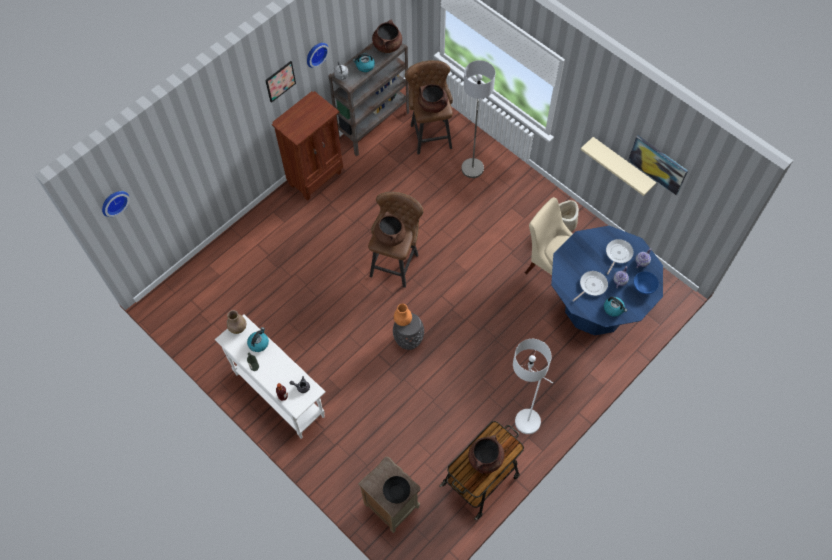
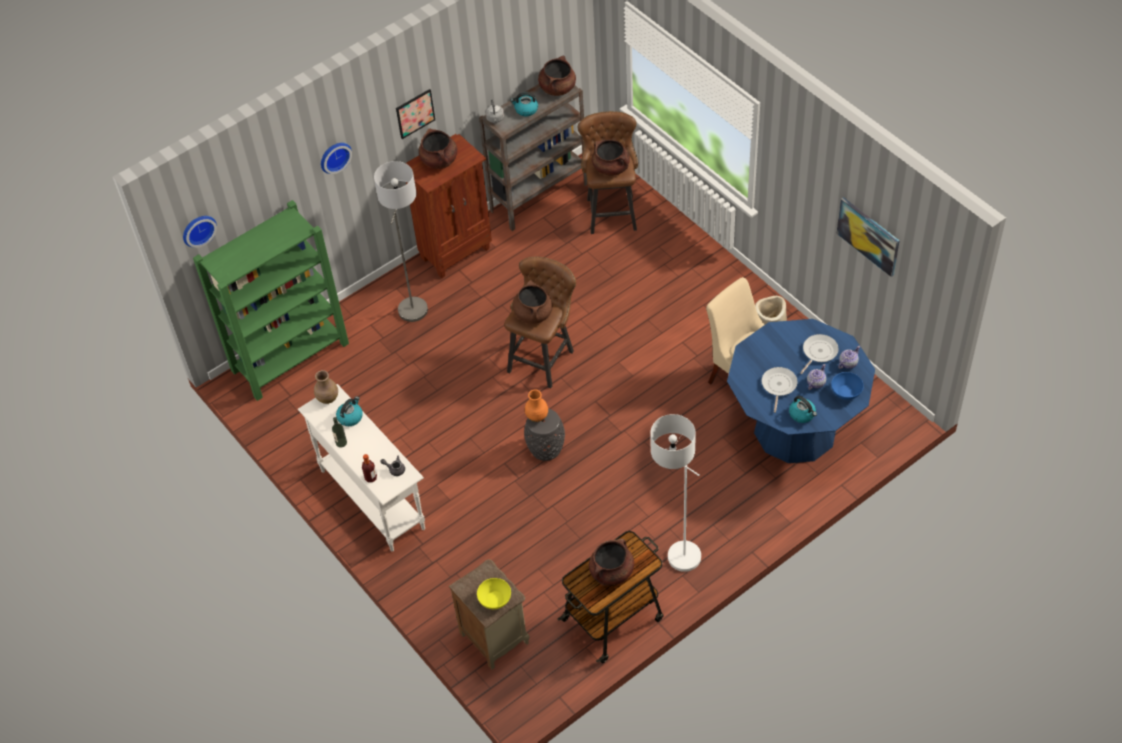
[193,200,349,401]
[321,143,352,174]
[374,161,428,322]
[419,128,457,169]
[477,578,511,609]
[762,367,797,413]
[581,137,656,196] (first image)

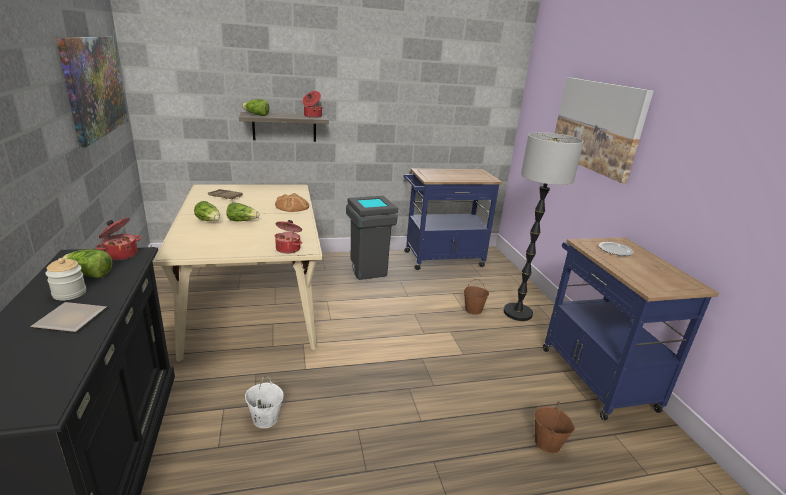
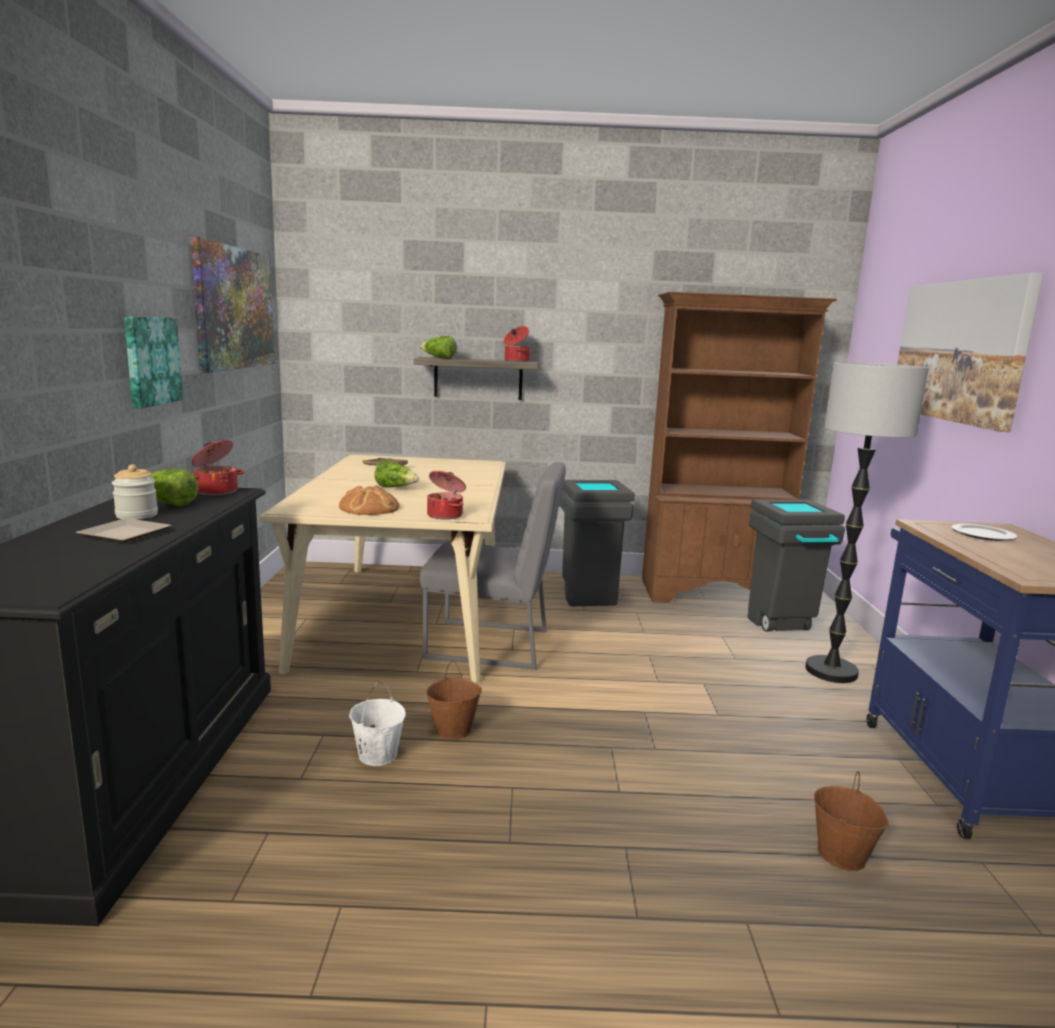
[124,316,183,408]
[339,485,400,515]
[420,462,566,670]
[426,661,482,739]
[642,292,837,603]
[748,499,845,631]
[194,201,220,221] (first image)

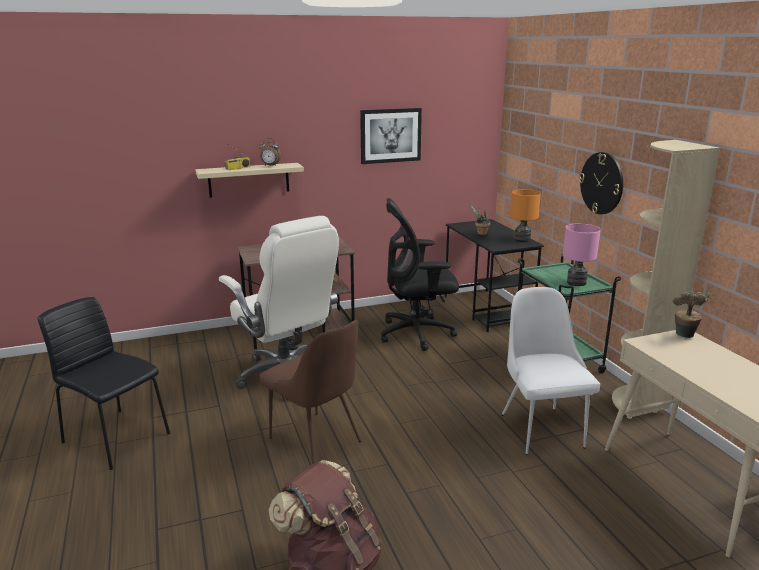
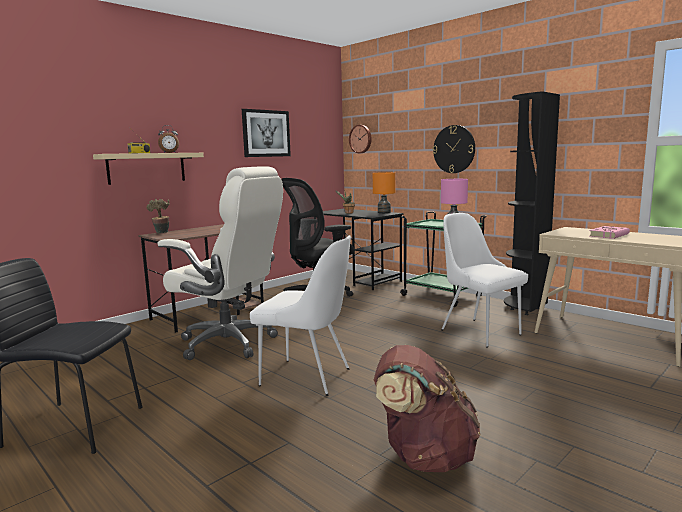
[147,199,169,233]
[250,235,351,396]
[349,125,372,153]
[504,91,560,315]
[589,226,630,239]

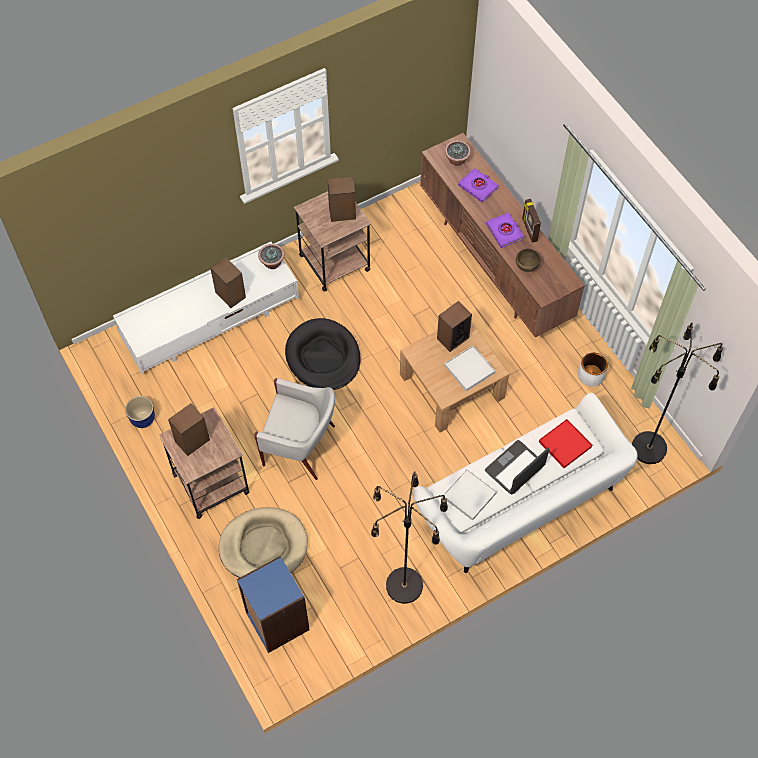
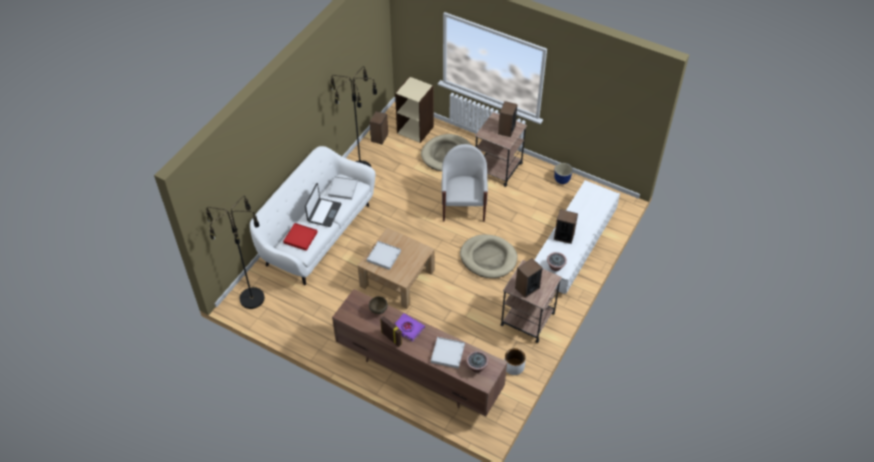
[370,111,388,144]
[395,76,434,143]
[431,337,465,369]
[441,144,488,222]
[460,234,518,278]
[504,348,526,375]

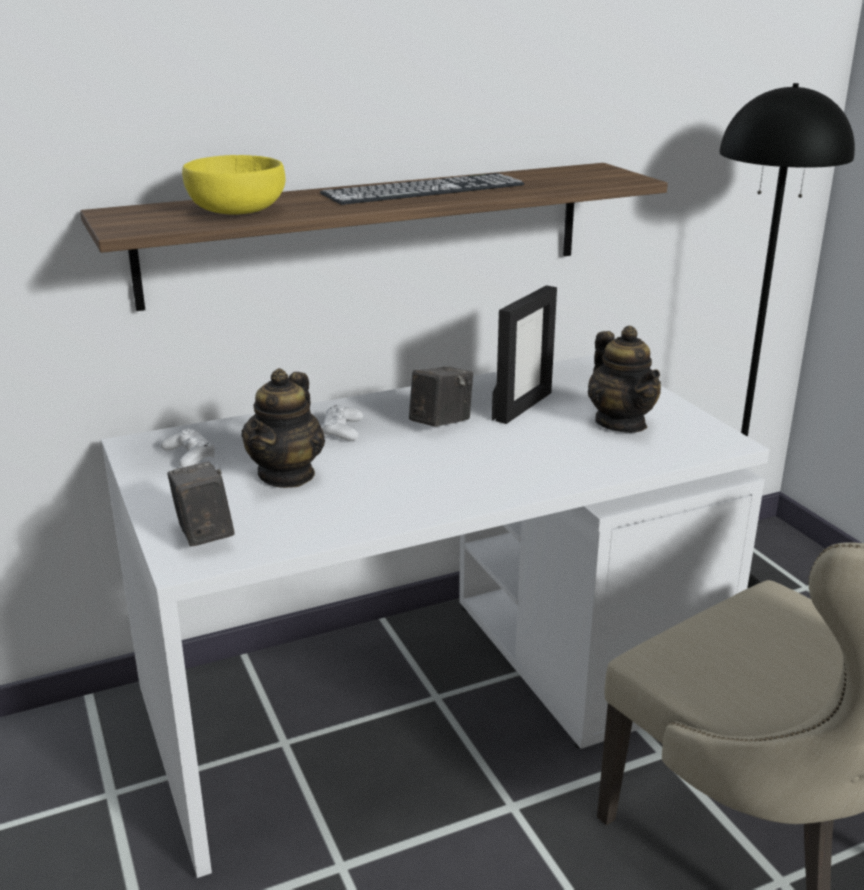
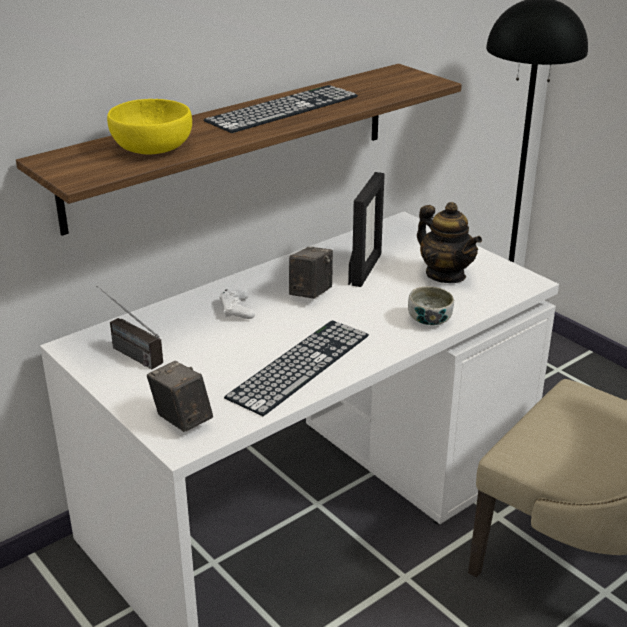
[96,286,163,369]
[224,320,369,416]
[408,286,454,325]
[241,368,325,488] (first image)

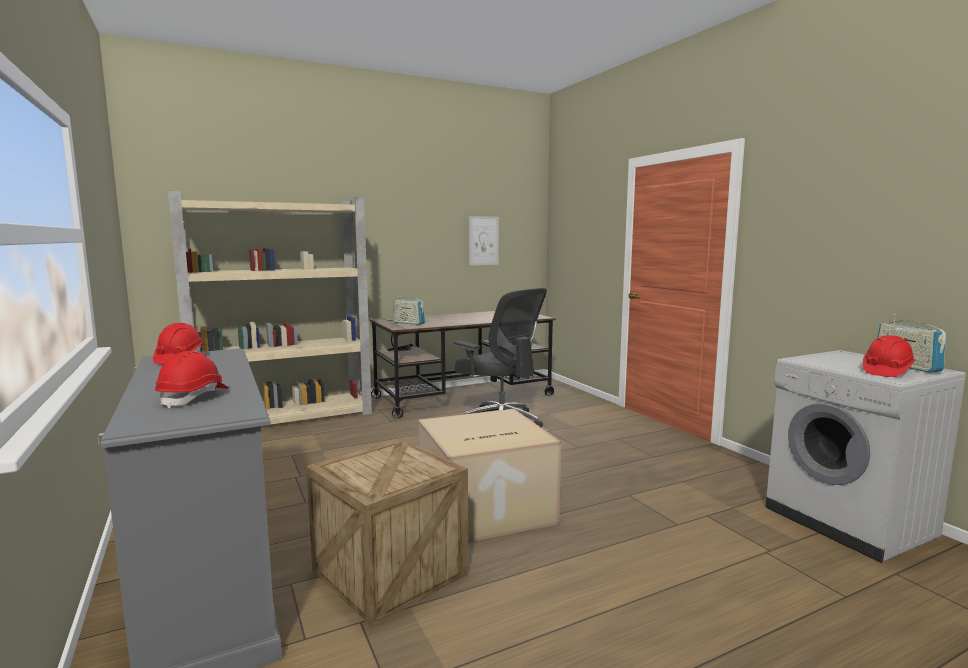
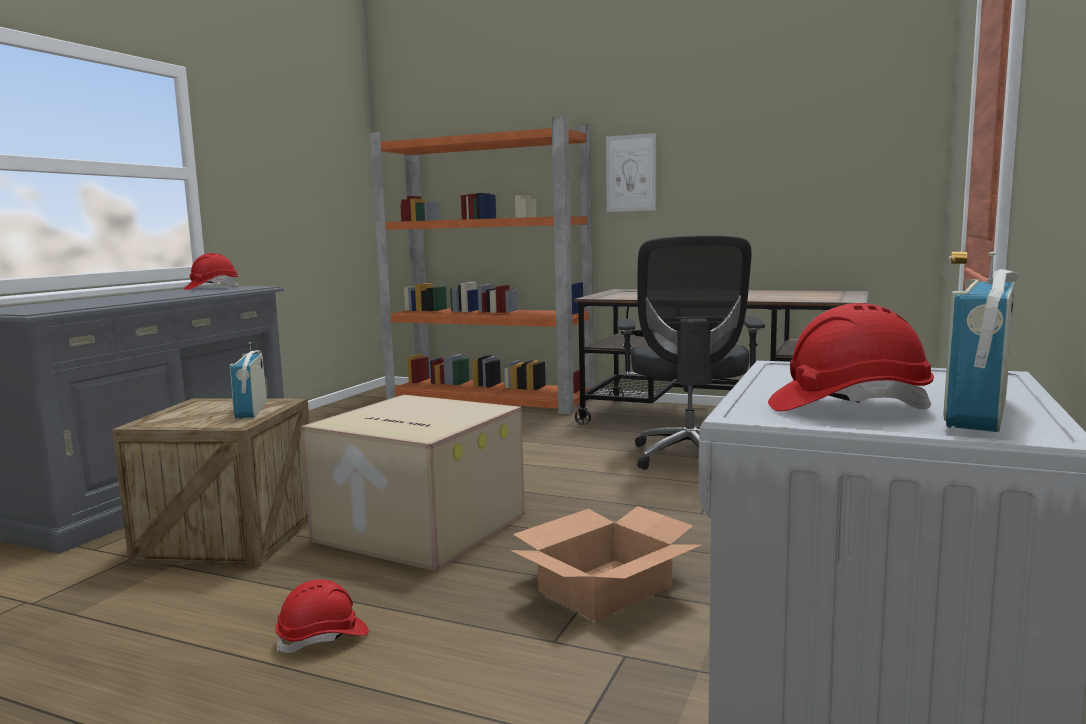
[230,342,267,419]
[275,580,369,653]
[370,116,594,415]
[510,506,702,621]
[606,133,656,212]

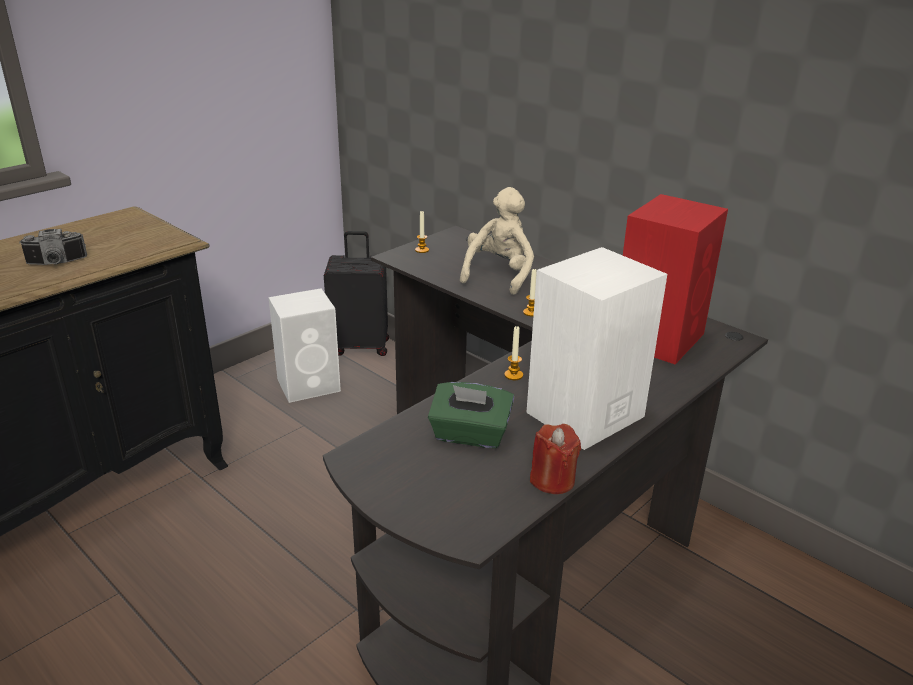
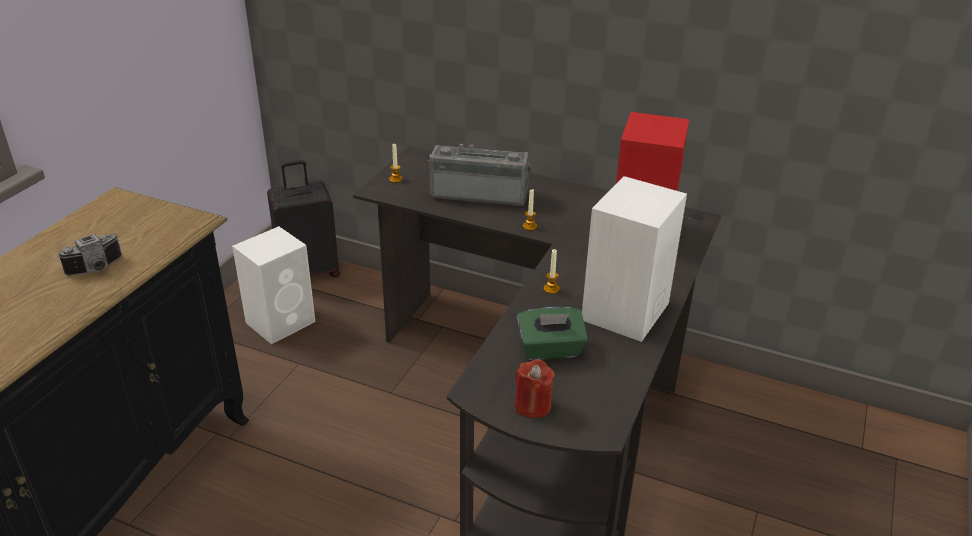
[429,144,531,206]
[514,359,555,418]

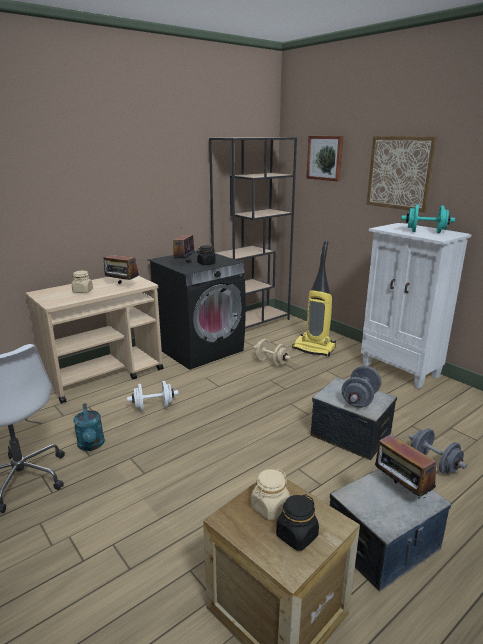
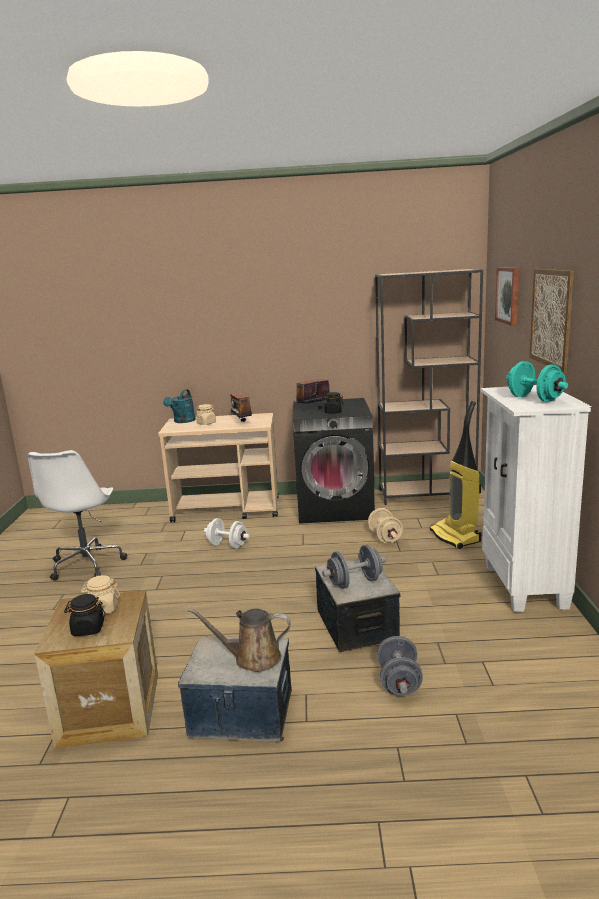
[163,389,196,423]
[188,608,291,672]

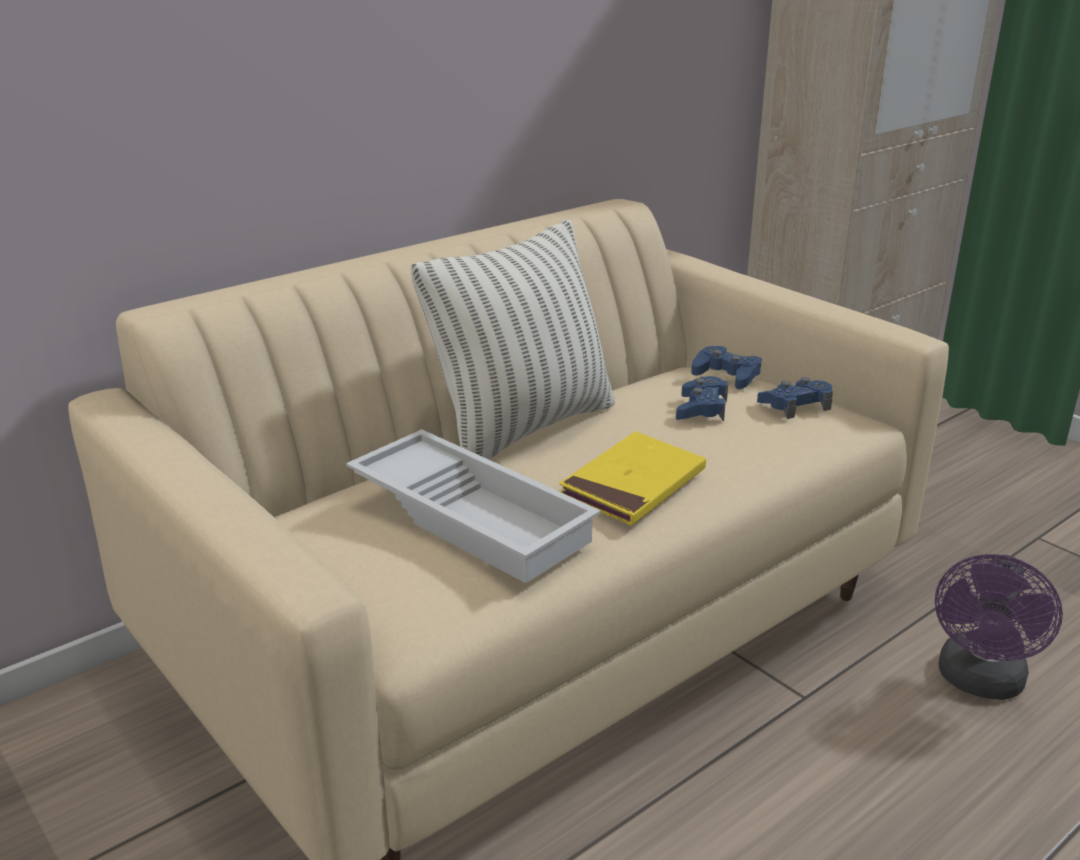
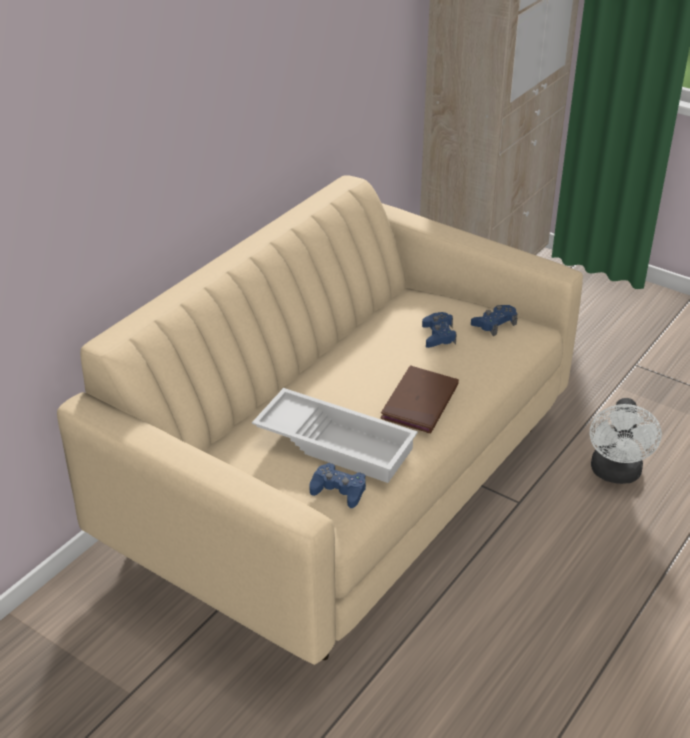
[310,463,366,508]
[380,366,459,433]
[589,398,662,484]
[411,220,615,460] (first image)

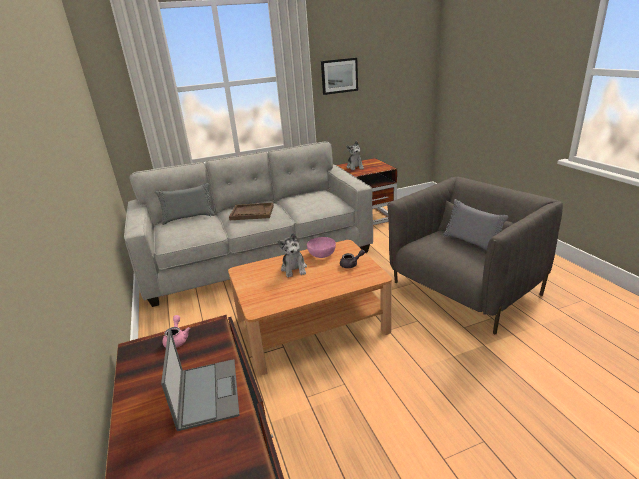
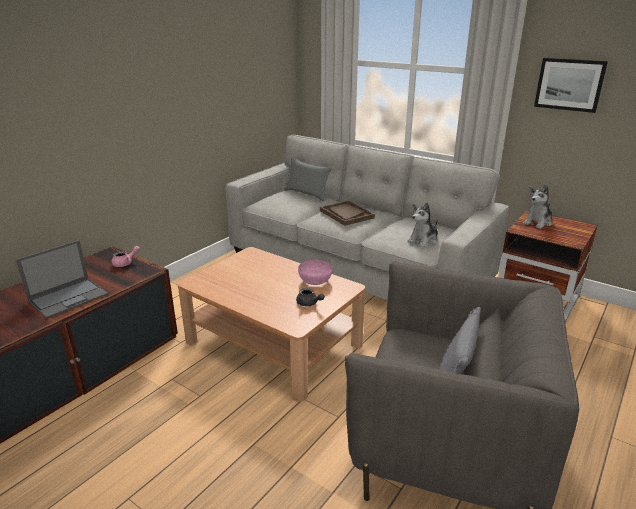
[407,202,438,248]

